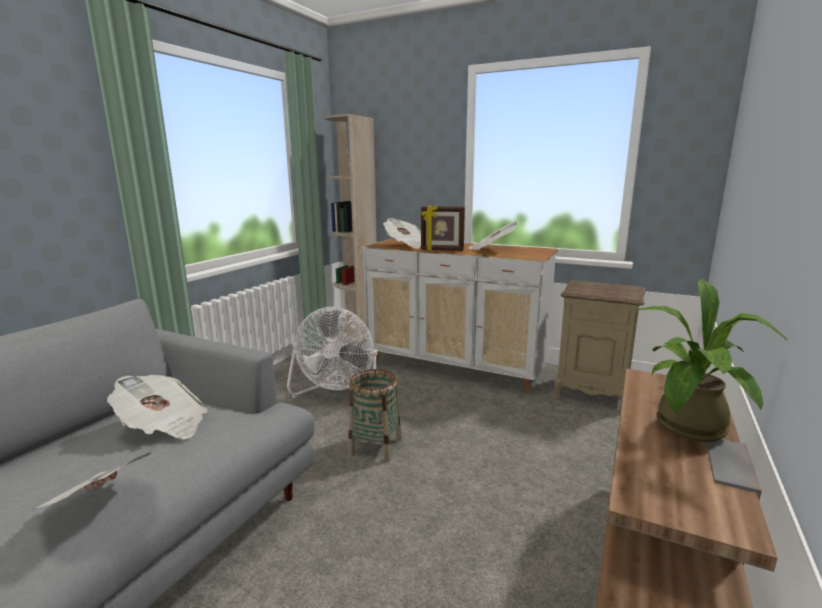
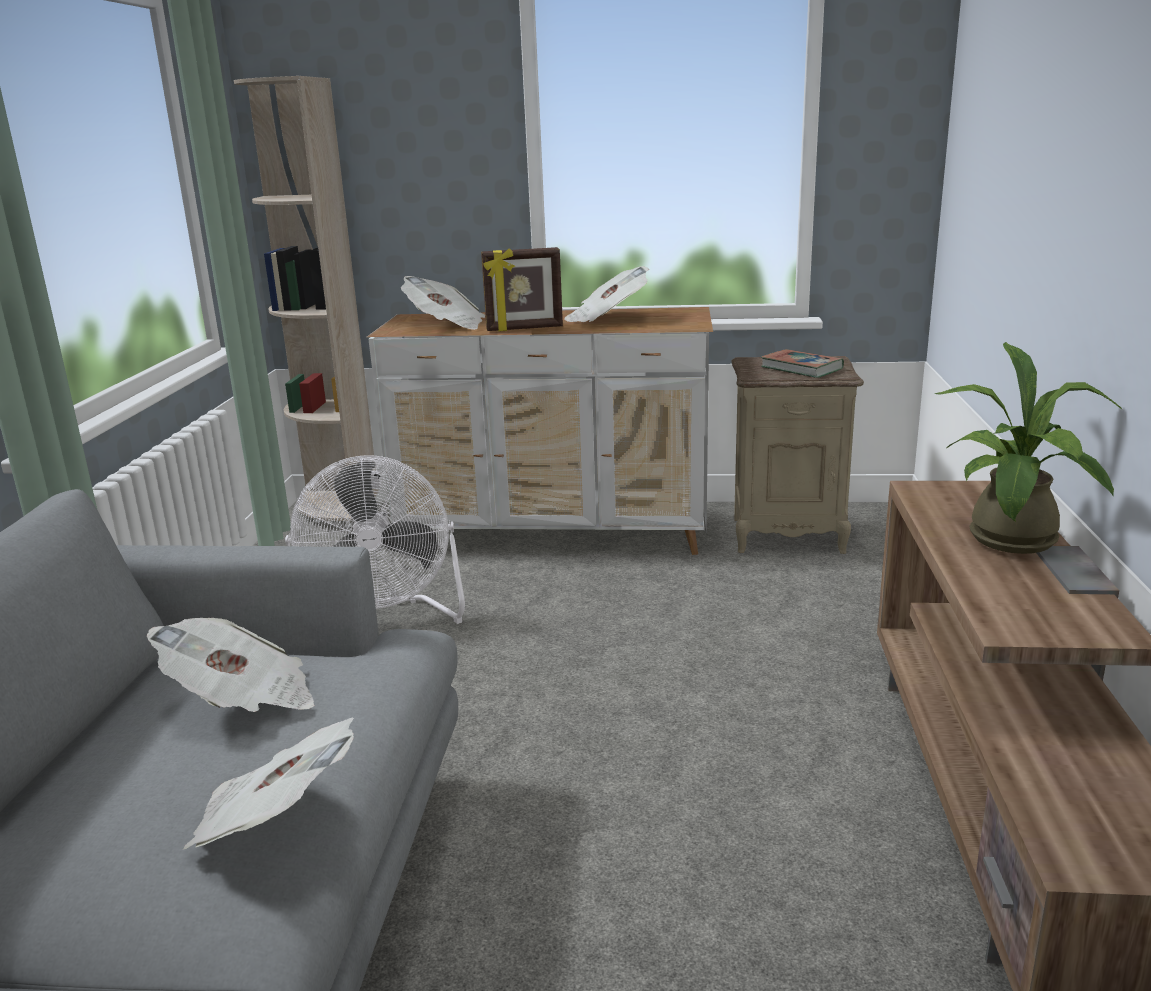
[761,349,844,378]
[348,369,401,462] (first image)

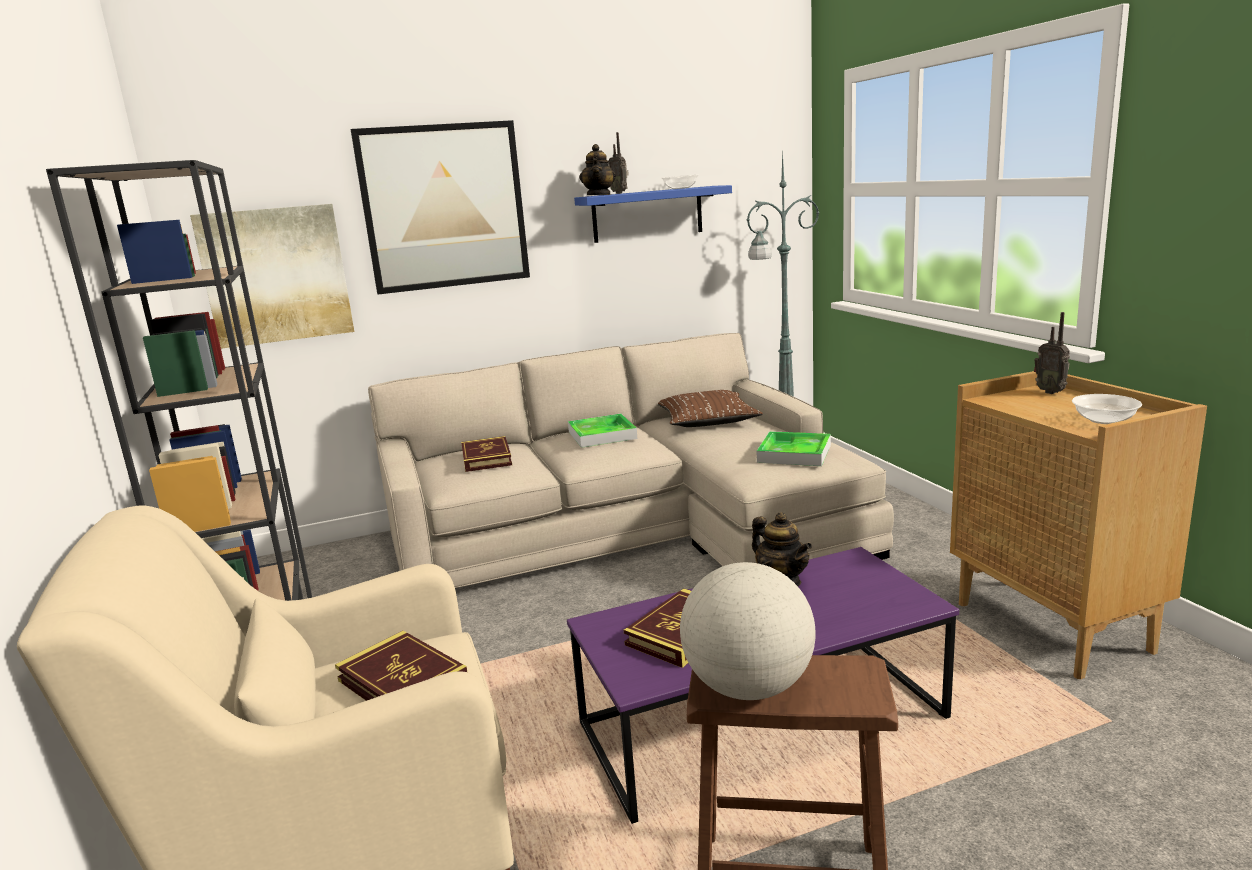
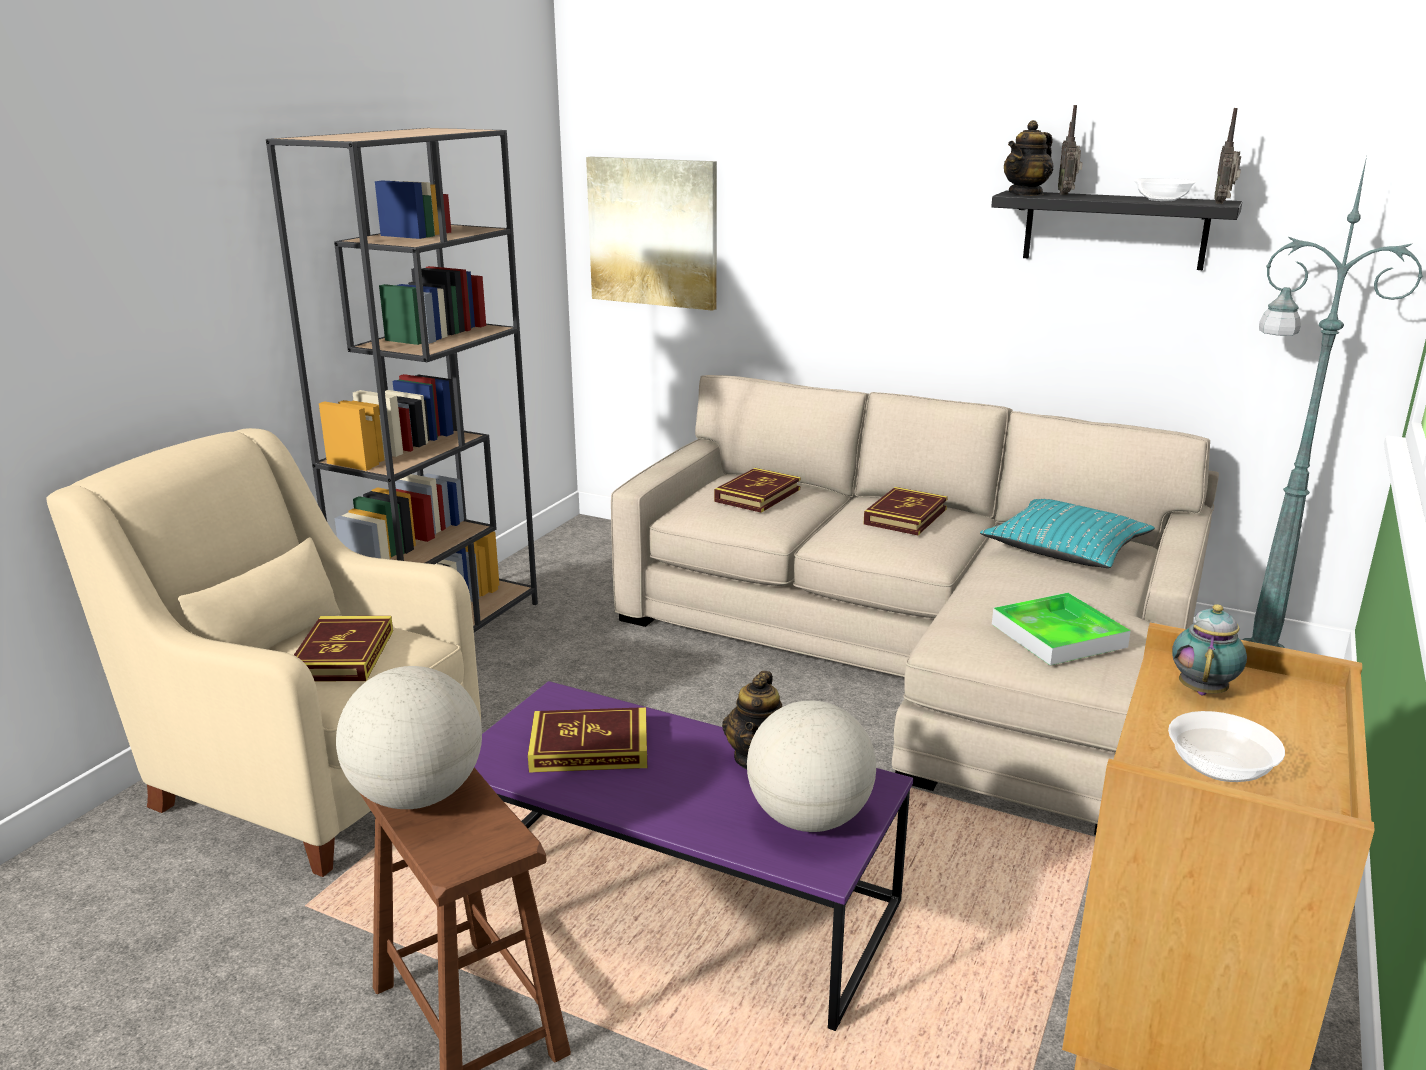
[747,700,876,832]
[864,487,948,535]
[980,499,1155,568]
[991,191,1242,270]
[1172,604,1247,695]
[1214,108,1241,204]
[351,120,530,294] (first image)

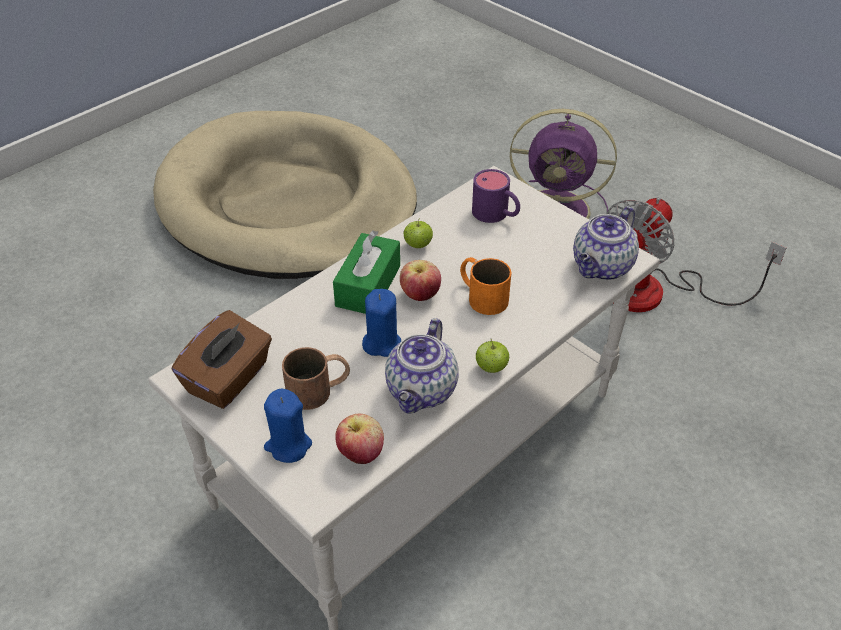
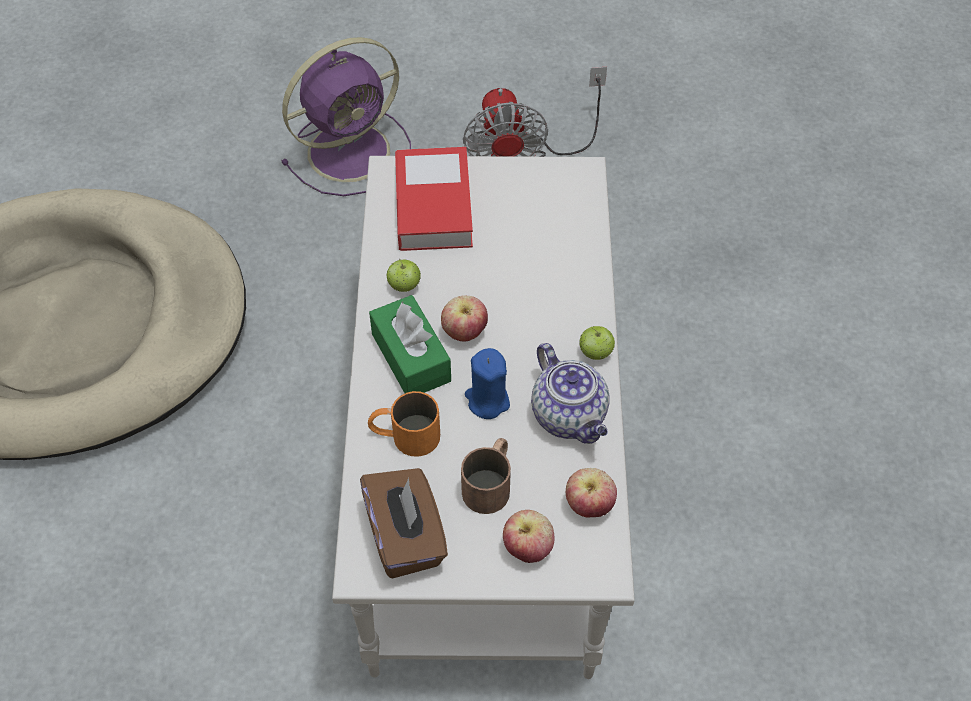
[368,391,440,457]
[395,147,473,251]
[503,510,555,563]
[573,206,639,280] (first image)

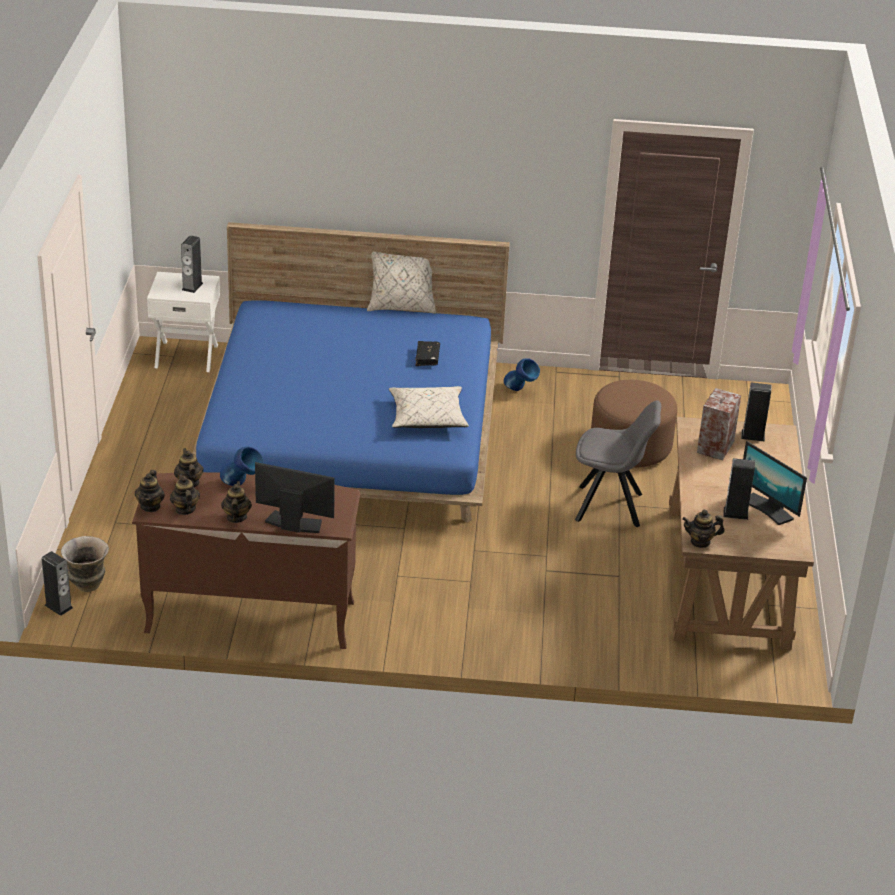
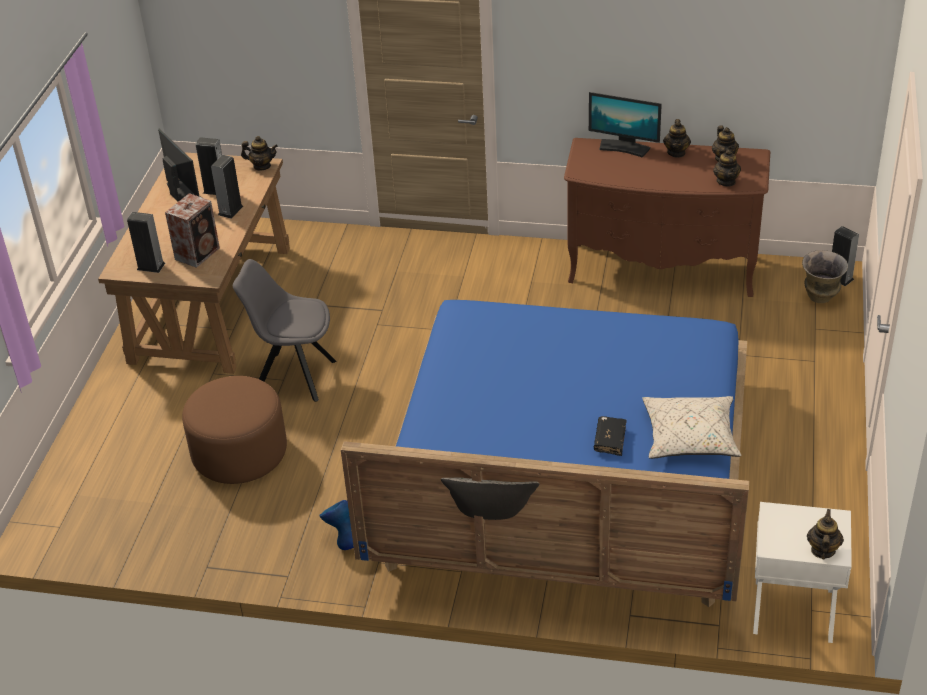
[211,155,243,219]
[594,416,627,456]
[642,396,741,459]
[807,509,844,559]
[220,447,263,486] (first image)

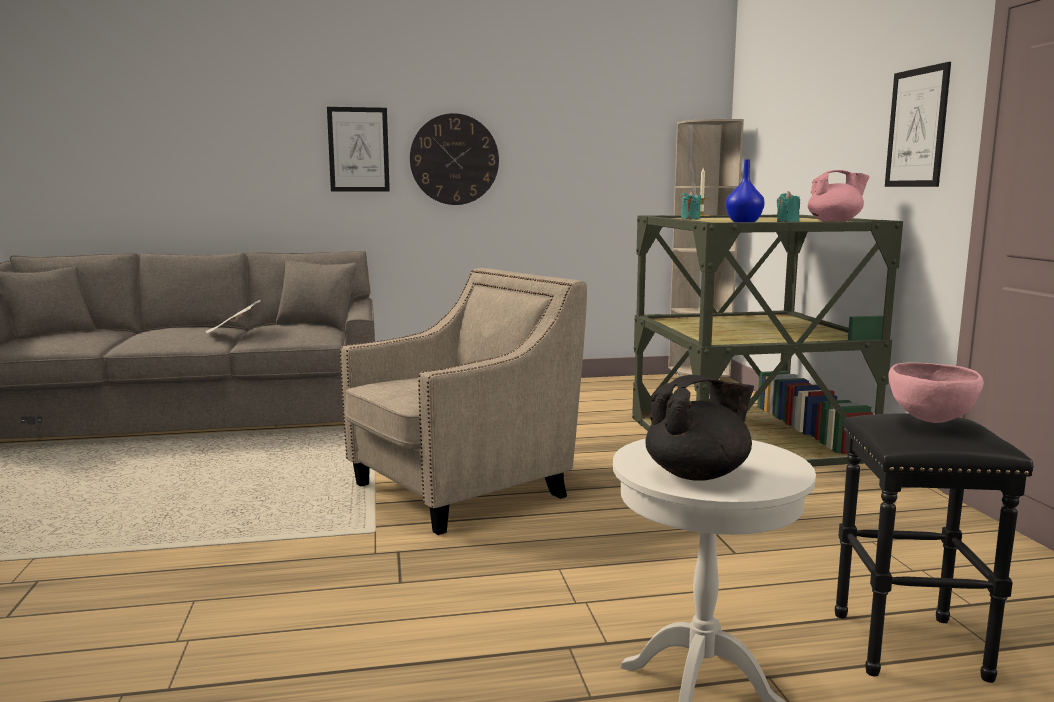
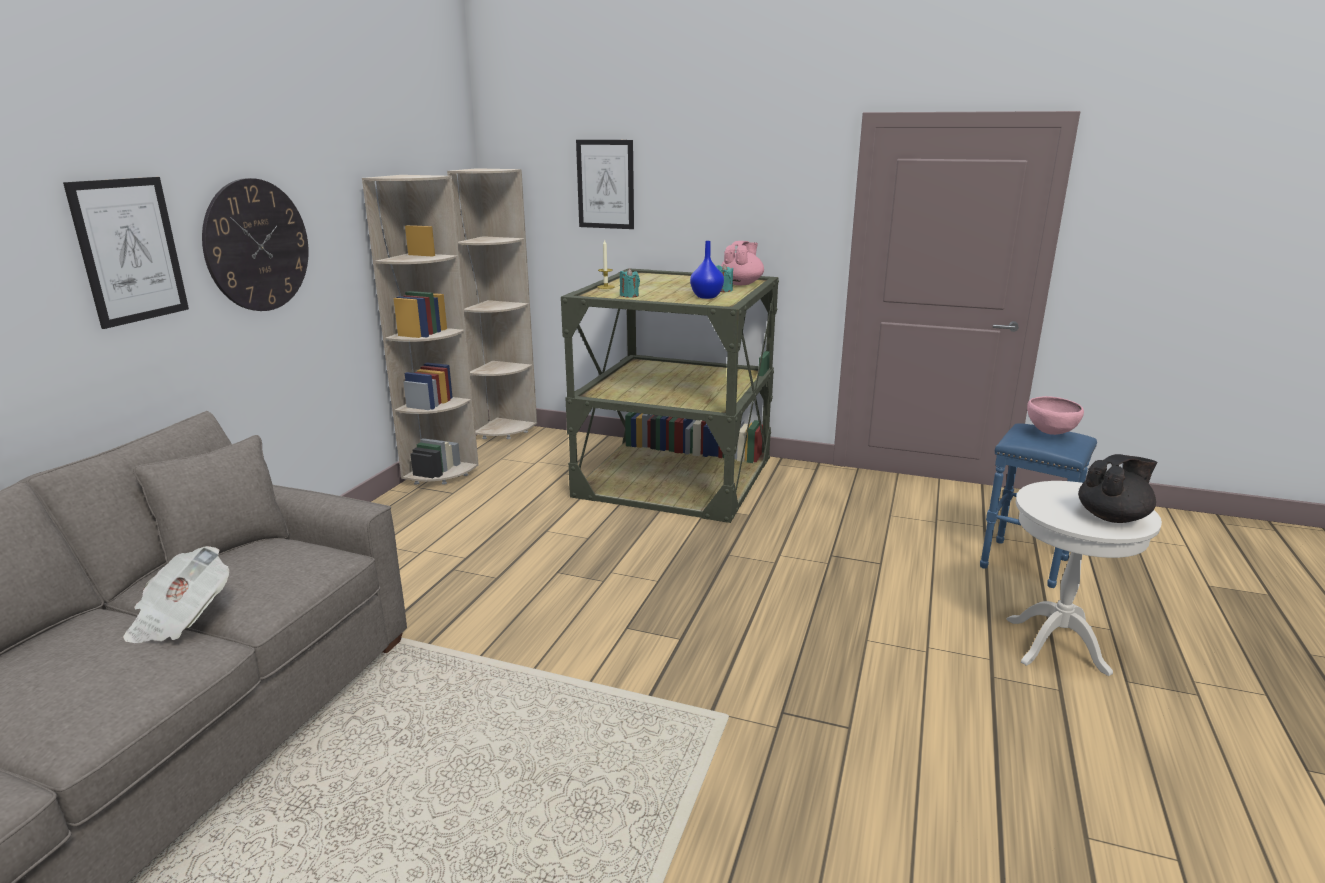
[362,175,479,485]
[576,140,634,229]
[980,423,1097,588]
[1078,454,1157,523]
[340,268,587,535] (first image)

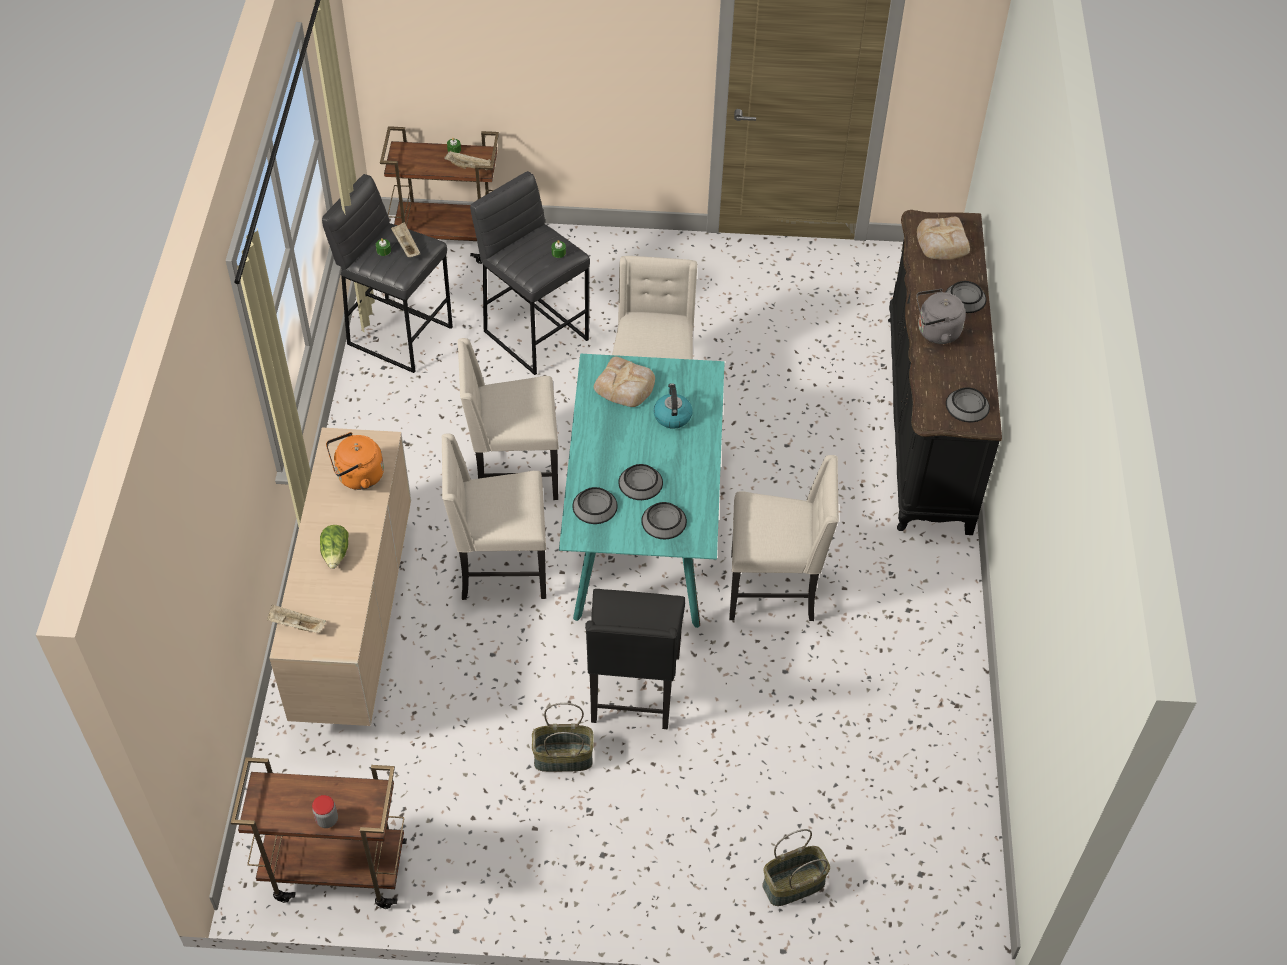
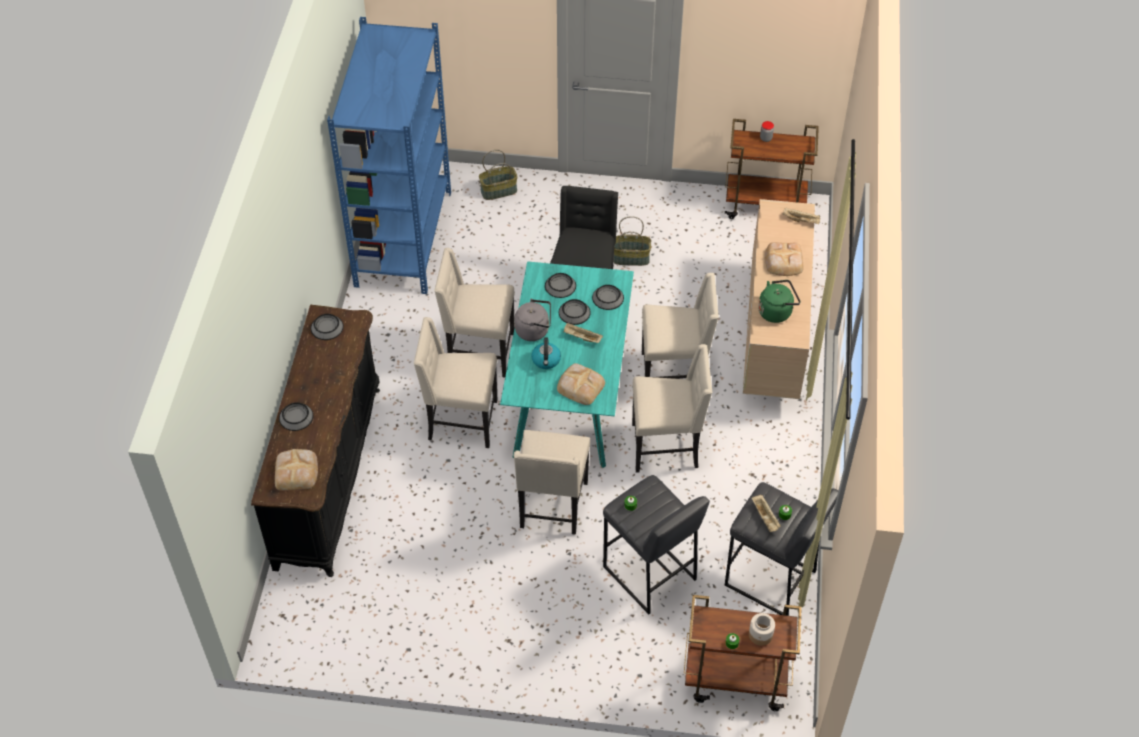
[327,17,451,294]
[414,317,497,448]
[514,299,551,341]
[564,323,603,343]
[749,613,775,646]
[758,280,801,323]
[765,242,804,276]

